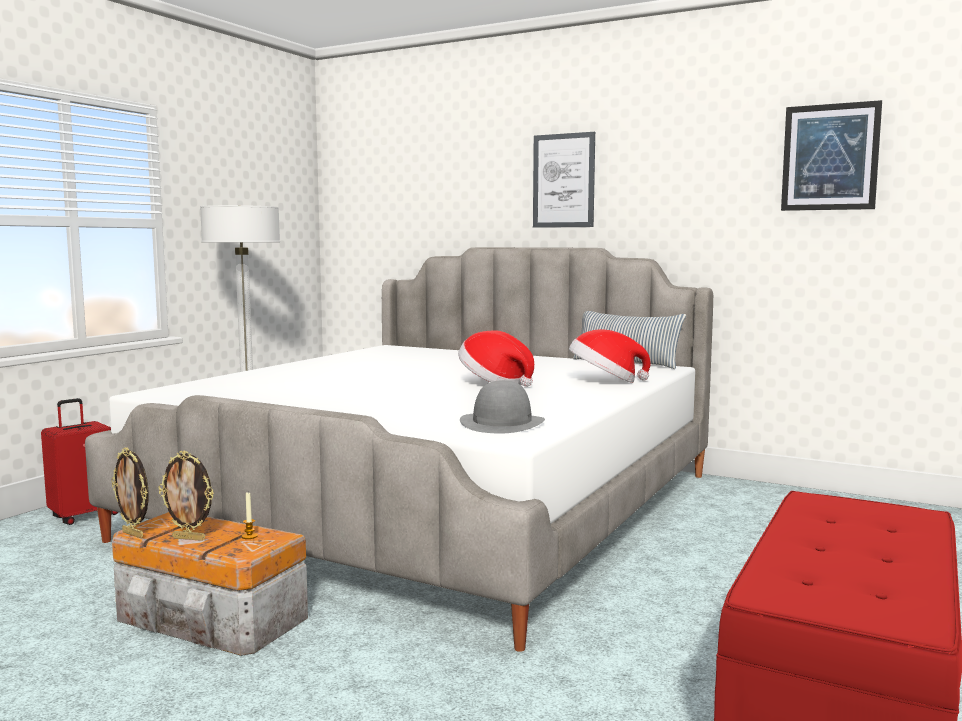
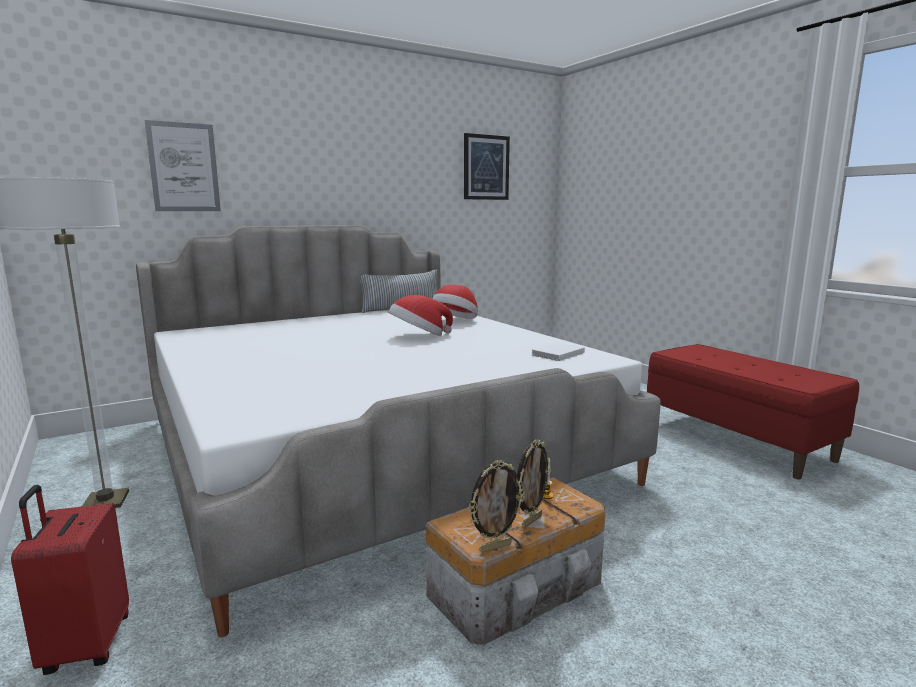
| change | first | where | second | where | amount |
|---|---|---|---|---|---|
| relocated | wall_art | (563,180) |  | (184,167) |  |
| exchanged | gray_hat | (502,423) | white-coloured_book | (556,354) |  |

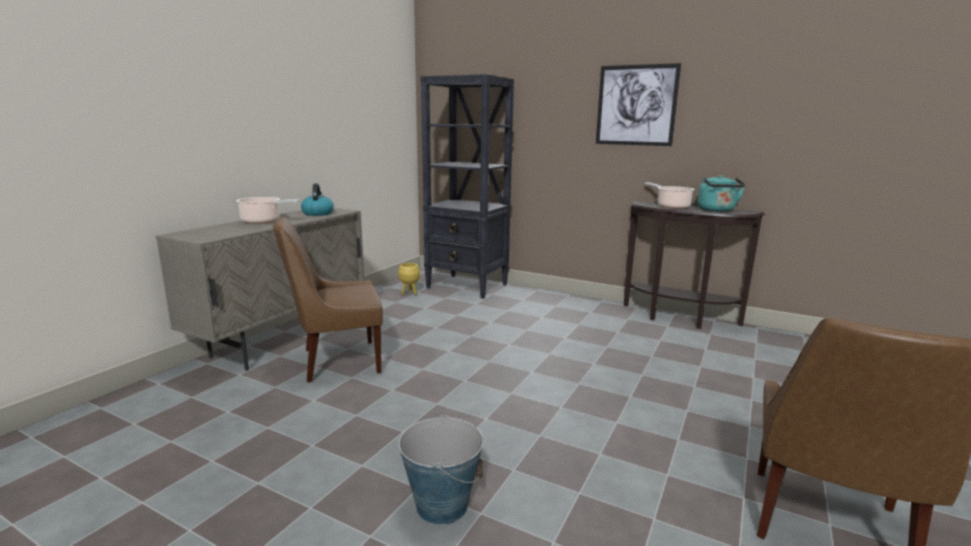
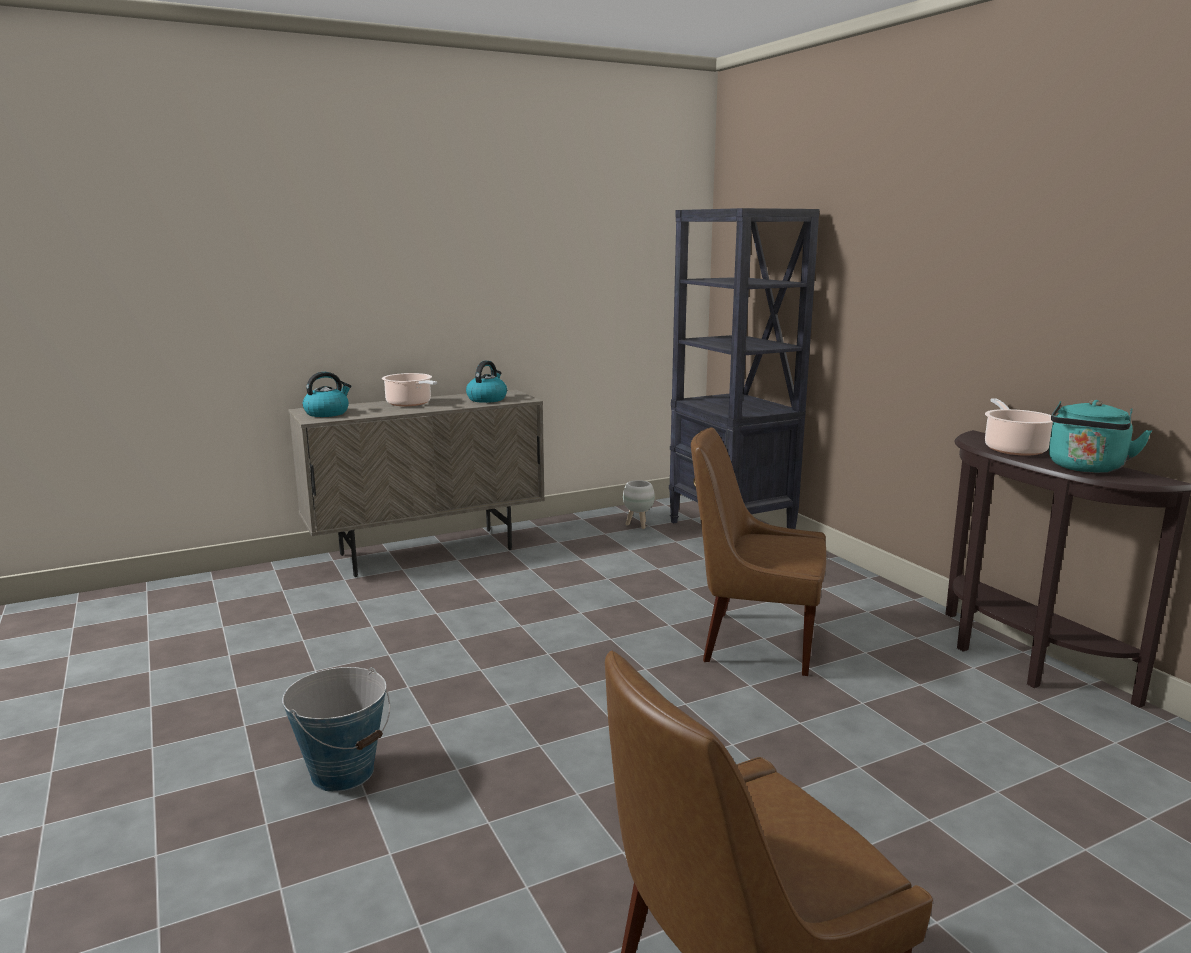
| change | first | where | second | where | amount |
|---|---|---|---|---|---|
| appeared |  |  | tea_kettle | (327,413) |  |
| colour | yellow_planter | (409,293) | white-coloured_planter | (638,525) |  |
| relocated | brown-coloured_upright_chair | (337,361) |  | (754,642) |  |
| missing | wall_art | (636,105) |  |  |  |

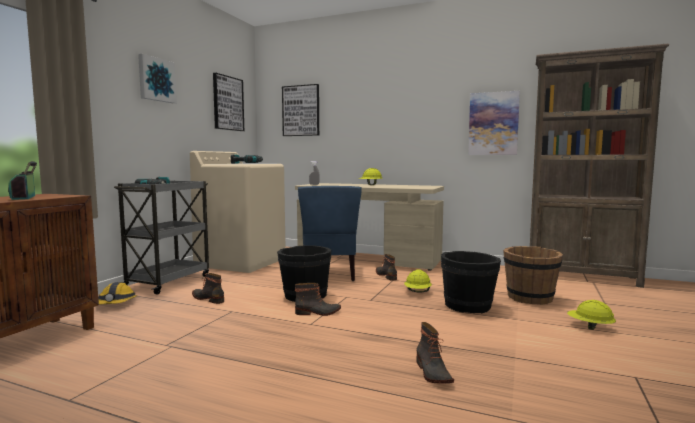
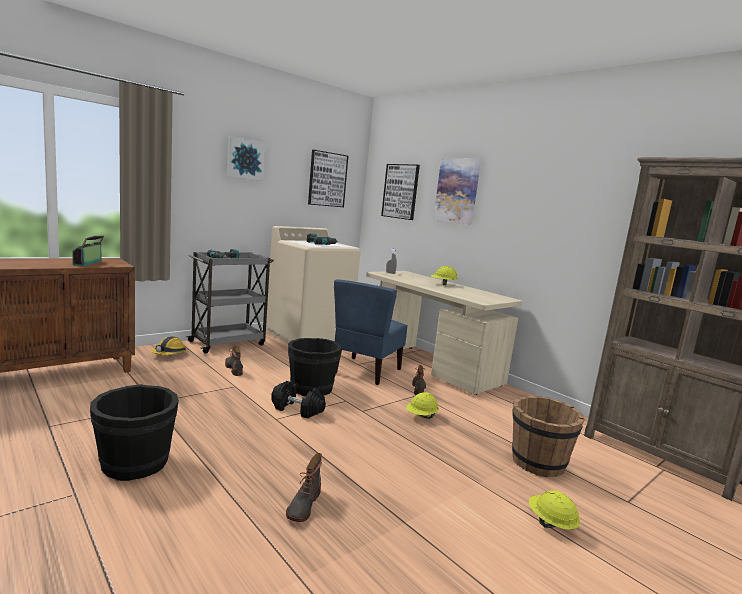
| change | first | where | second | where | amount |
|---|---|---|---|---|---|
| relocated | blackish_water_bucket | (468,306) |  | (135,464) |  |
| exchanged | tall_boot | (318,313) | blackish_free_weight | (297,409) |  |
| relocated | wall_art | (493,124) |  | (457,191) |  |

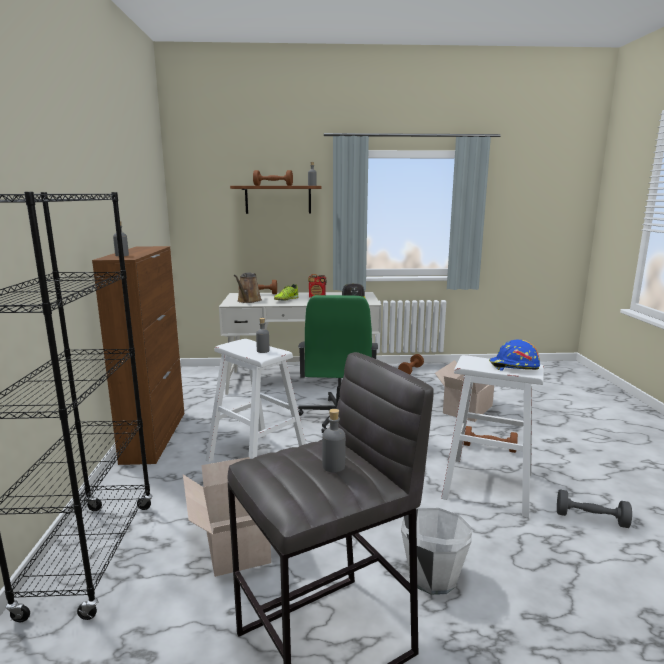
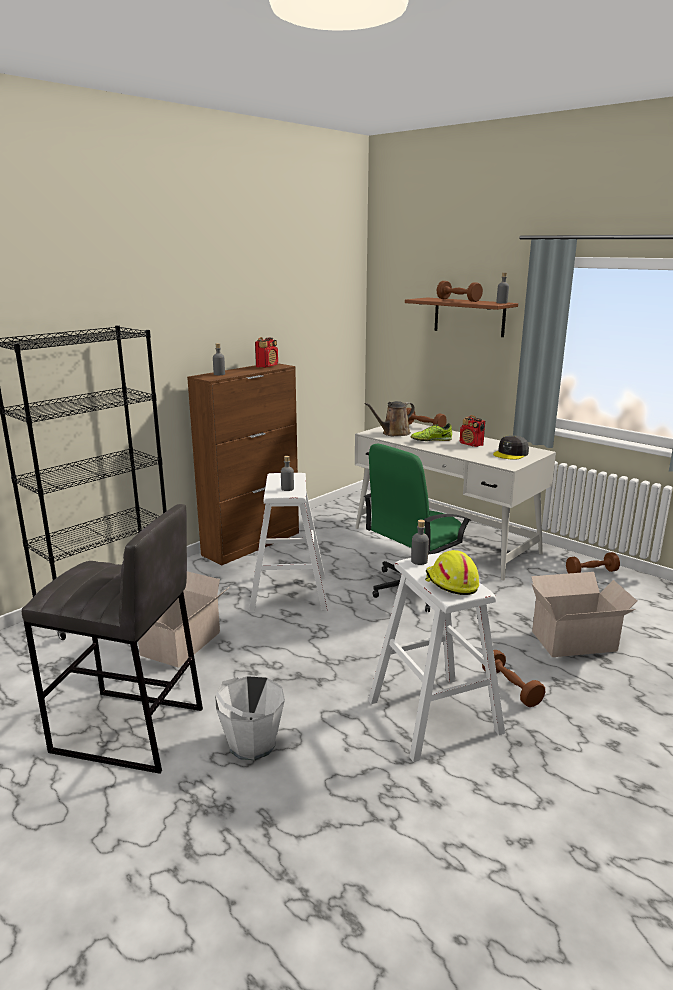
| change | first | where | second | where | amount |
|---|---|---|---|---|---|
| appeared |  |  | radio_set | (267,366) |  |
| relocated | gray_drink_bottle | (333,466) |  | (419,561) |  |
| colour | blue-coloured_work_helmet | (513,367) | yellow_work_helmet | (450,583) |  |
| missing | gray_free_weight | (591,519) |  |  |  |

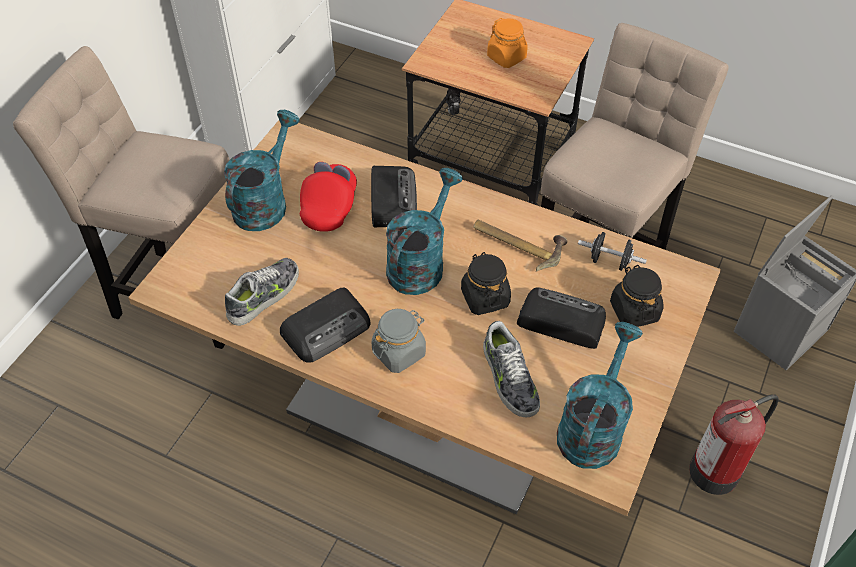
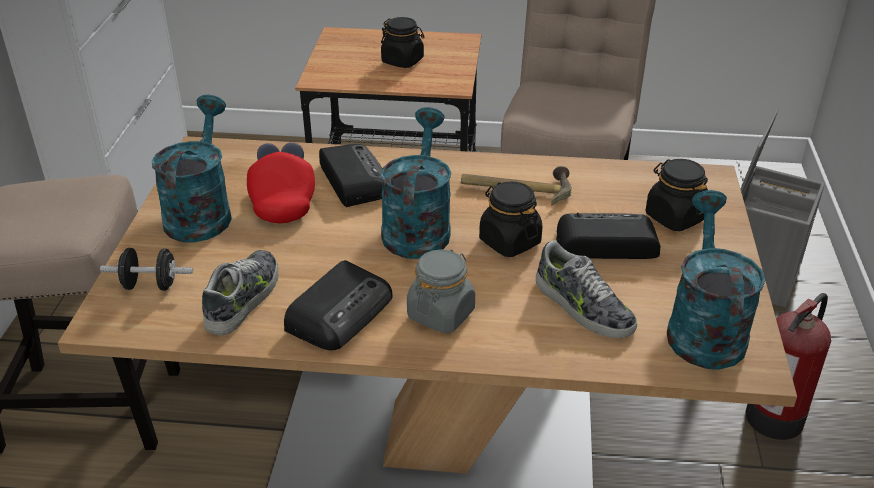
| change | first | where | second | where | amount |
|---|---|---|---|---|---|
| relocated | blackish_free_weight | (609,261) |  | (150,285) |  |
| colour | orange_jar | (507,57) | blackish_jar | (403,61) |  |

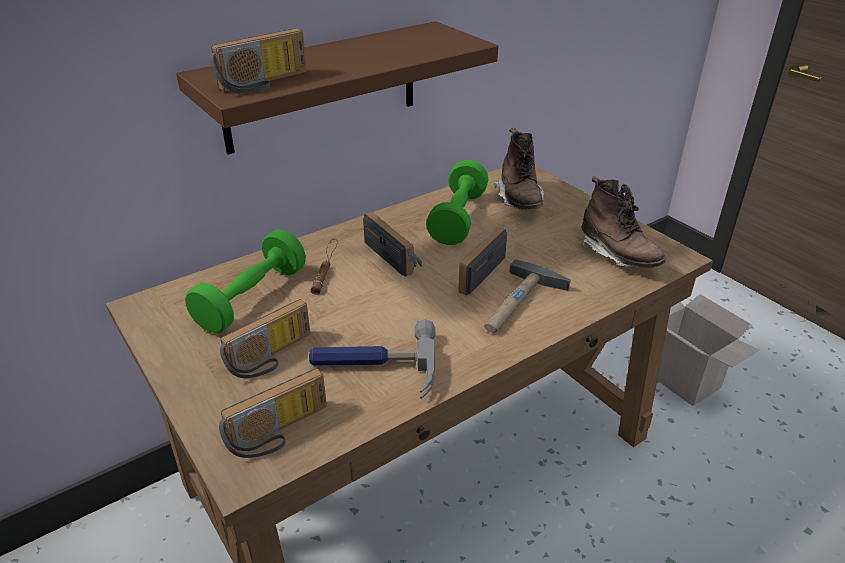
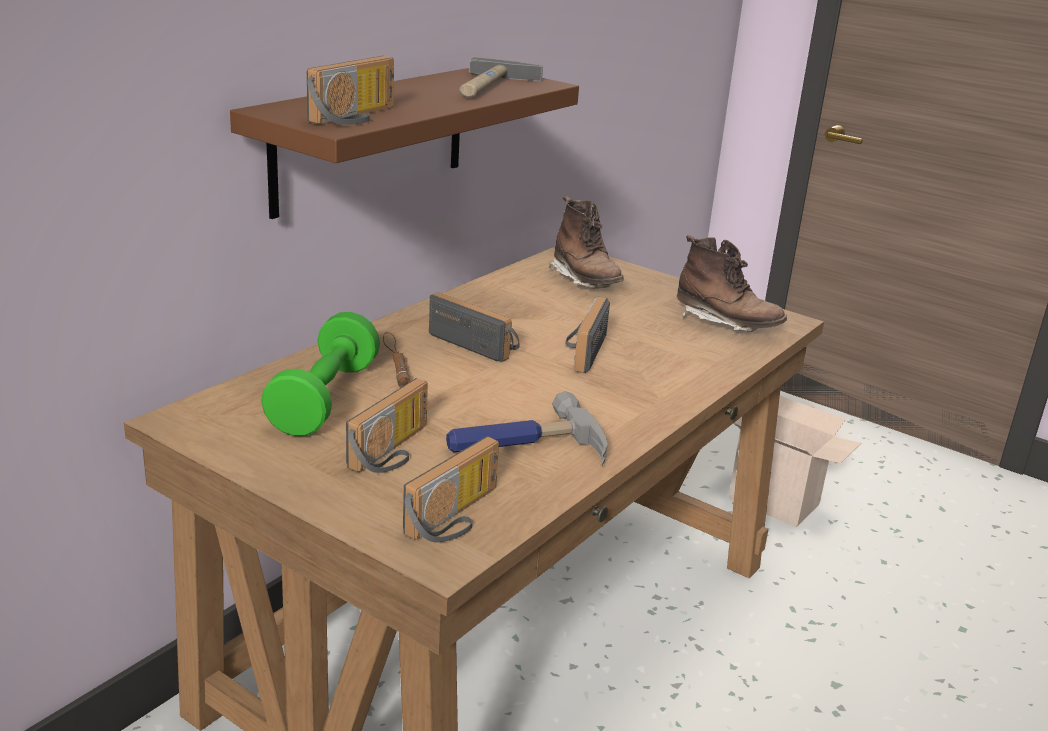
| change | first | where | second | where | amount |
|---|---|---|---|---|---|
| relocated | hand_hammer | (519,304) |  | (490,86) |  |
| missing | greenish_free_weight | (458,218) |  |  |  |

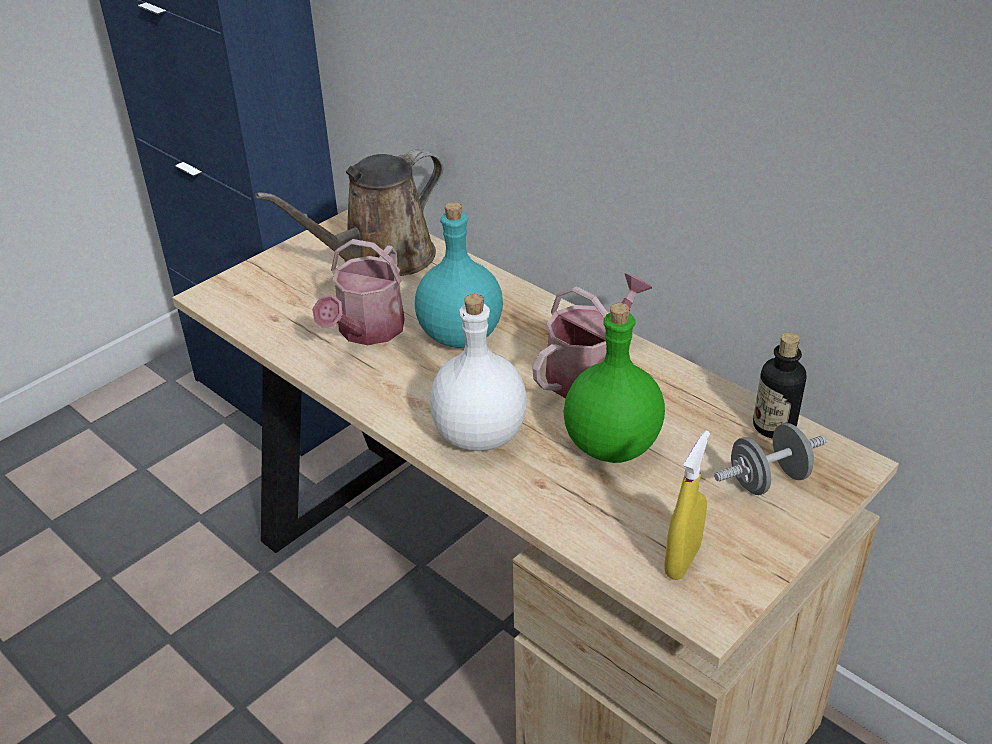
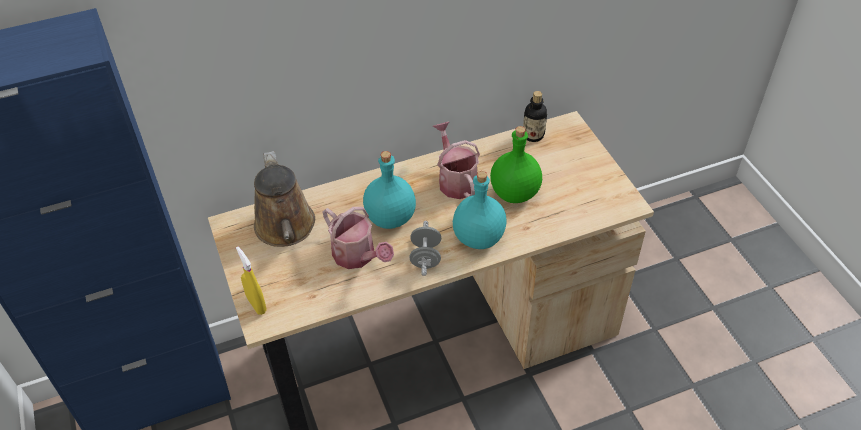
| change | first | where | second | where | amount |
|---|---|---|---|---|---|
| relocated | yellow_hand_sprayer | (682,561) |  | (256,305) |  |
| relocated | gray_free_weight | (767,480) |  | (425,257) |  |
| colour | white-coloured_drink_bottle | (479,436) | turquoise_drink_bottle | (479,238) |  |

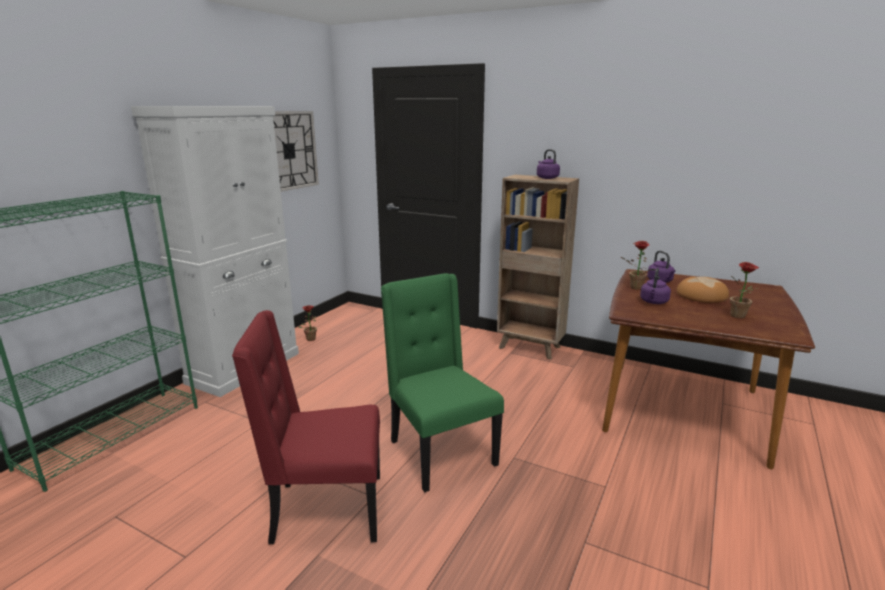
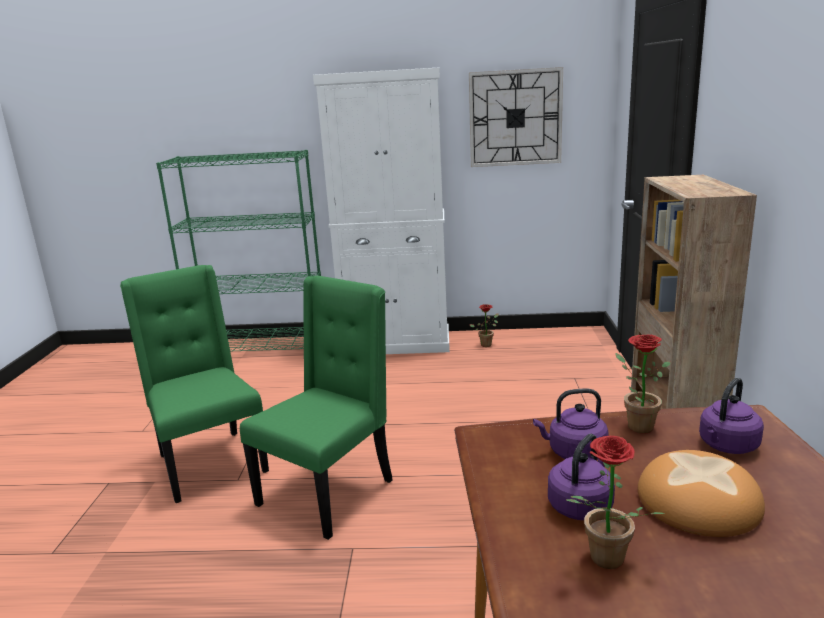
| change | first | where | second | where | amount |
|---|---|---|---|---|---|
| colour | red_upright_chair | (325,510) | greenish_upright_chair | (209,463) |  |
| relocated | purplish_tea_kettle | (546,178) |  | (581,505) |  |

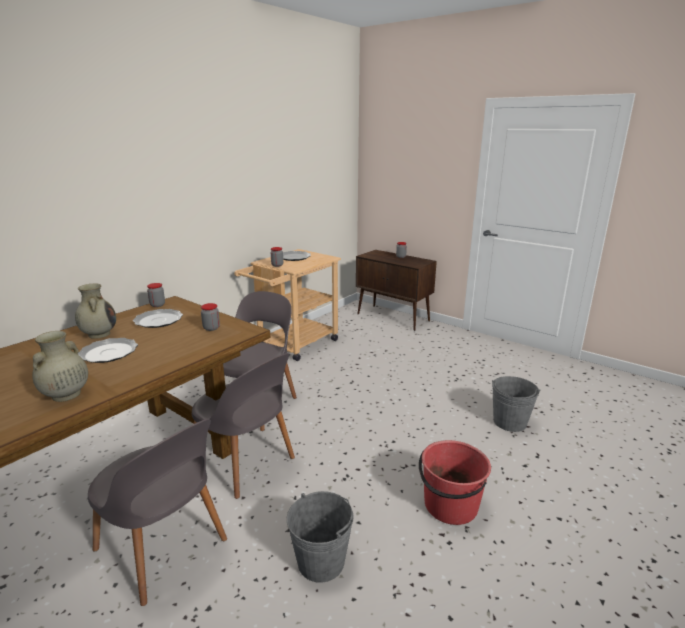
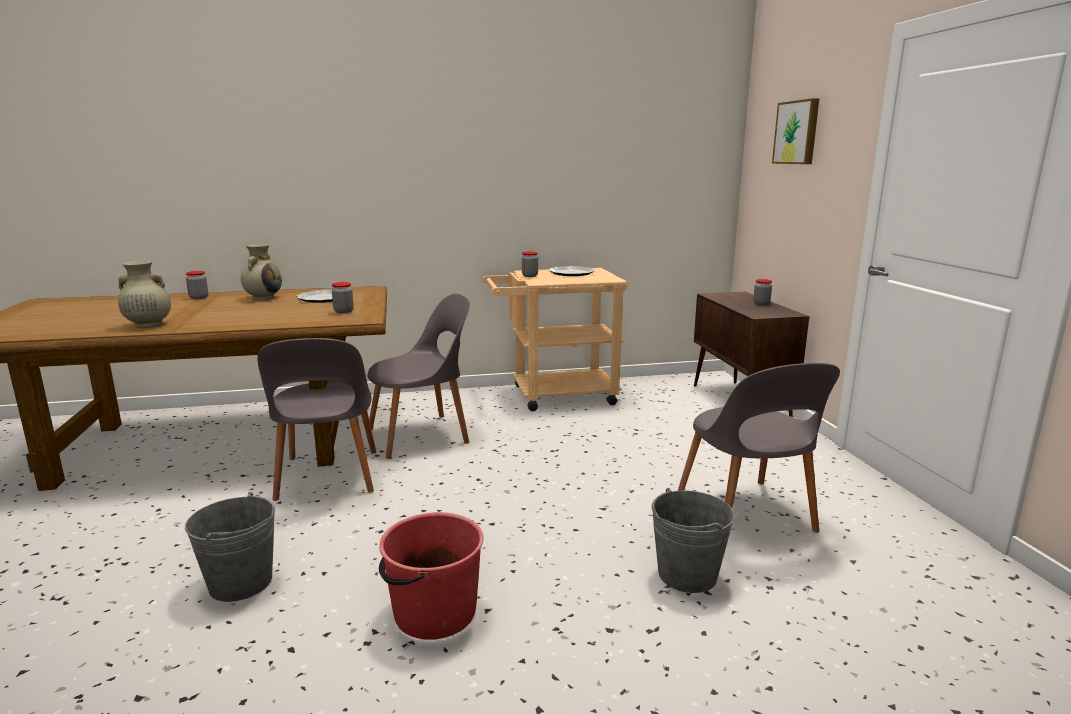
| change | first | where | second | where | amount |
|---|---|---|---|---|---|
| relocated | jar | (157,305) |  | (199,298) |  |
| relocated | gray_upright_chair | (163,548) |  | (746,514) |  |
| appeared |  |  | wall_art | (797,132) |  |
| missing | dinner_plate | (109,352) |  |  |  |

